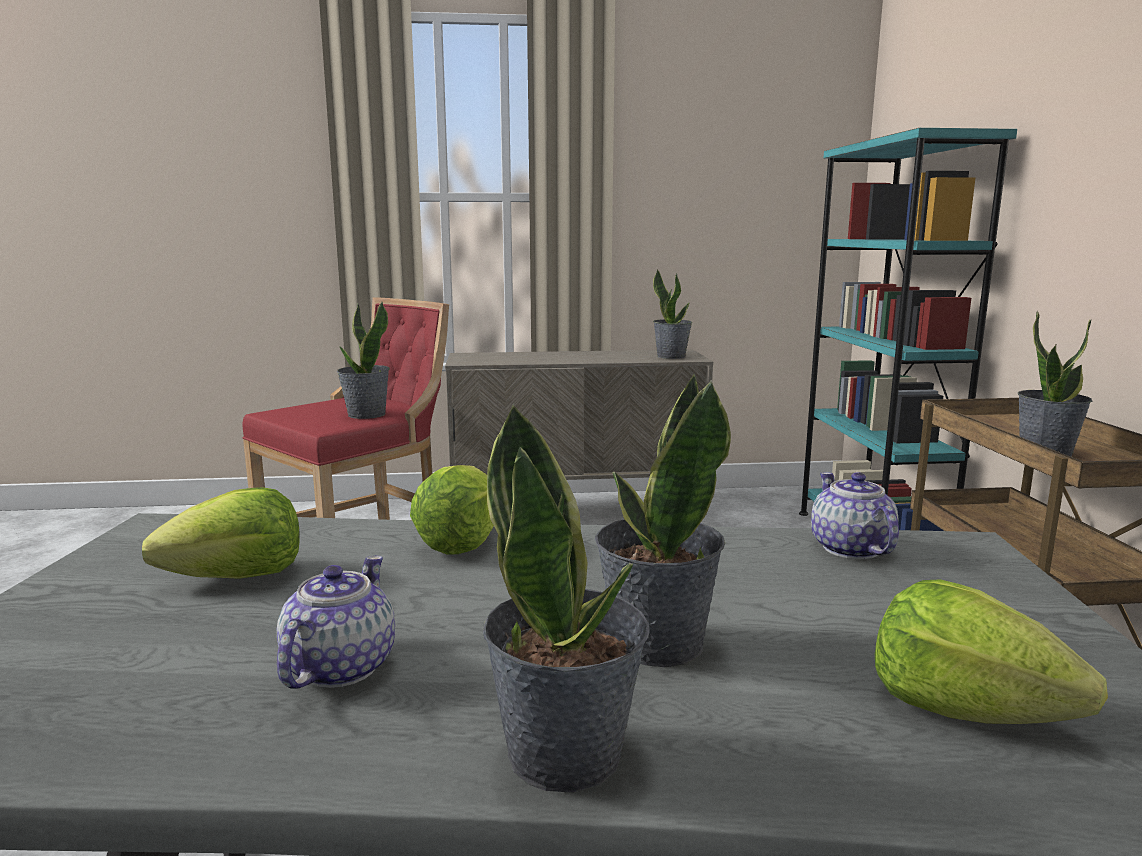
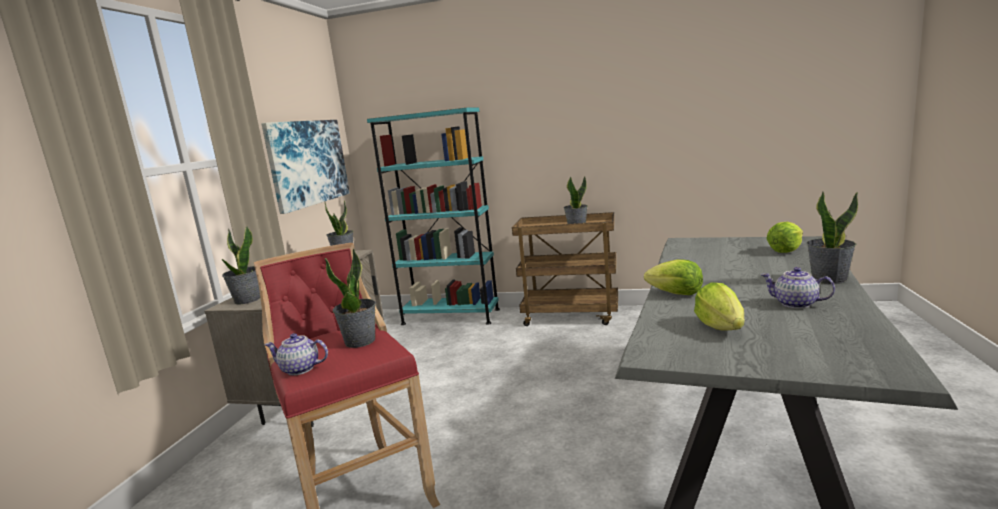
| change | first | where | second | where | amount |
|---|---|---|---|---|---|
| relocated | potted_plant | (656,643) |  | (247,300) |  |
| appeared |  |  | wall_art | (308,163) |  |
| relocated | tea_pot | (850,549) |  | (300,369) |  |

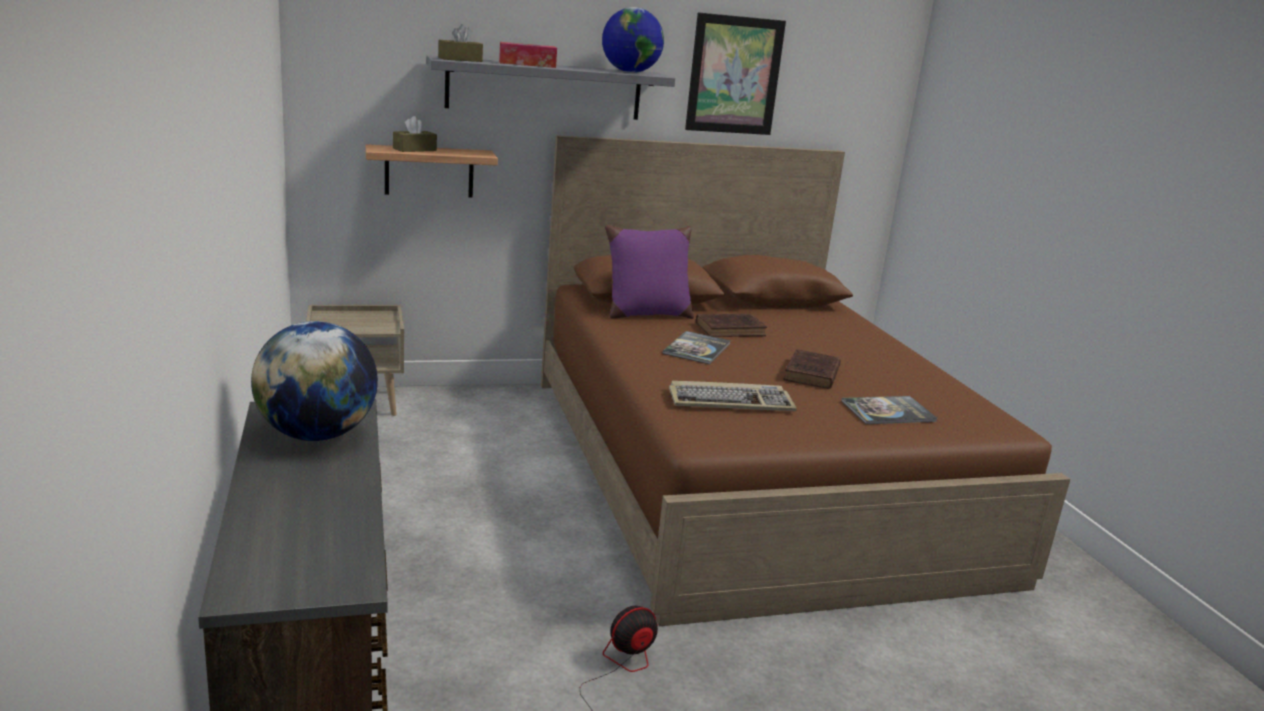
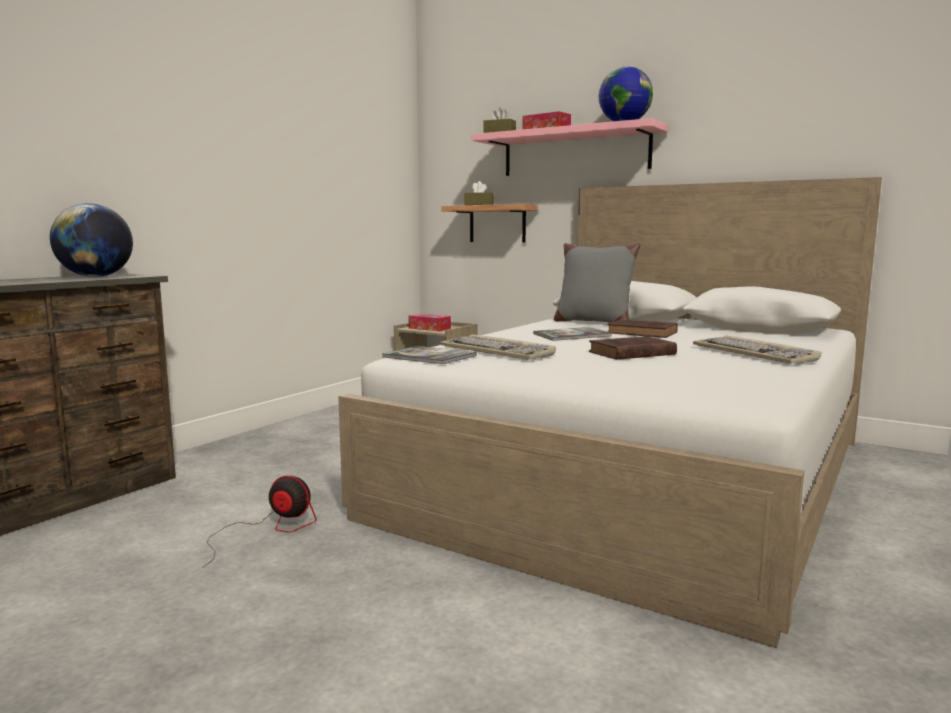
| change | first | where | second | where | amount |
|---|---|---|---|---|---|
| colour | brown-coloured_bed | (749,470) | white-coloured_bed | (638,475) |  |
| relocated | book | (888,412) |  | (429,357) |  |
| appeared |  |  | tissue_box | (429,328) |  |
| colour | gray_wall_shelf | (545,89) | pink_wall_shelf | (575,152) |  |
| colour | purplish_throw_pillow | (646,314) | gray_throw_pillow | (593,323) |  |
| appeared |  |  | keyboard | (755,354) |  |
| missing | wall_art | (734,75) |  |  |  |

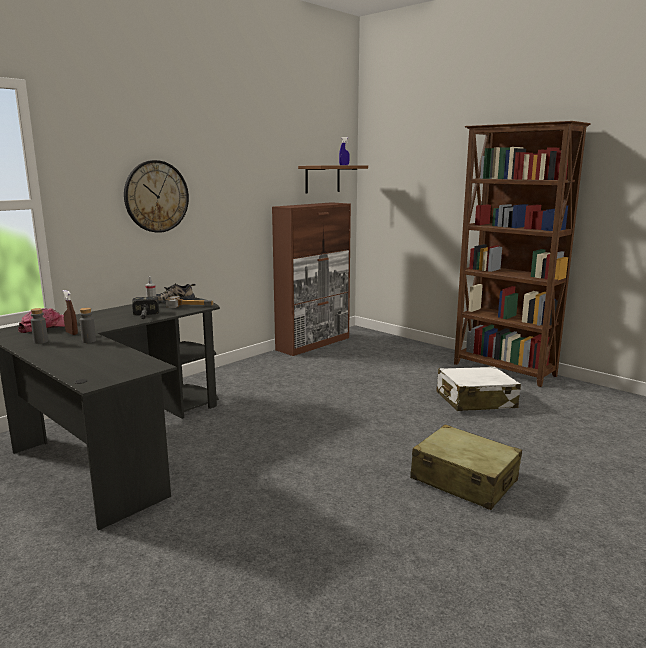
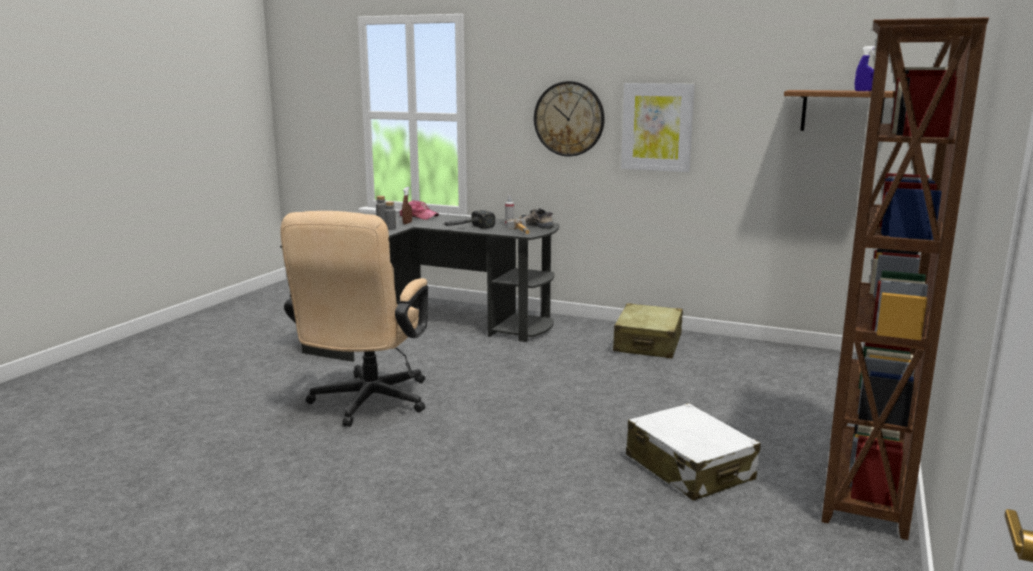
| change | first | where | second | where | amount |
|---|---|---|---|---|---|
| appeared |  |  | sand-coloured_office_chair | (366,405) |  |
| relocated | sand-coloured_piece_of_luggage | (464,480) |  | (648,343) |  |
| appeared |  |  | wall_art | (657,127) |  |
| missing | brown-coloured_cupboard | (313,343) |  |  |  |

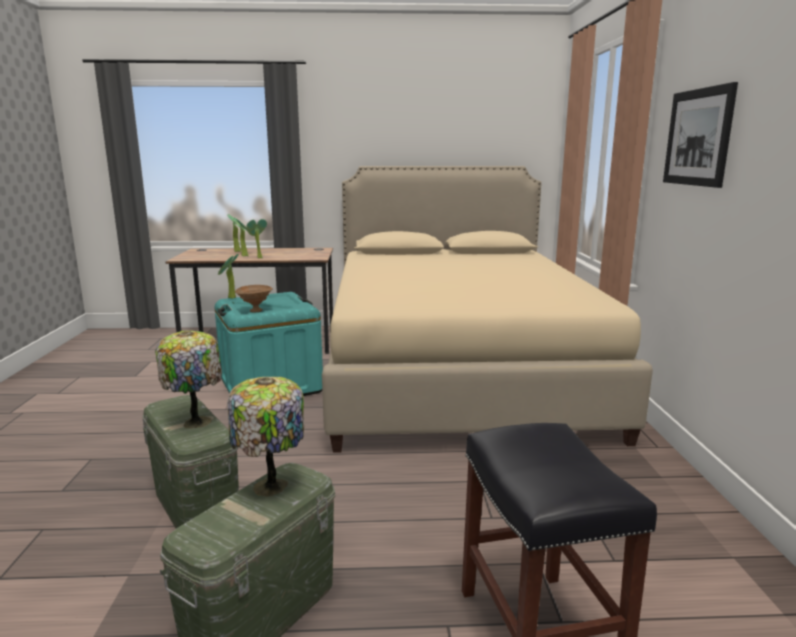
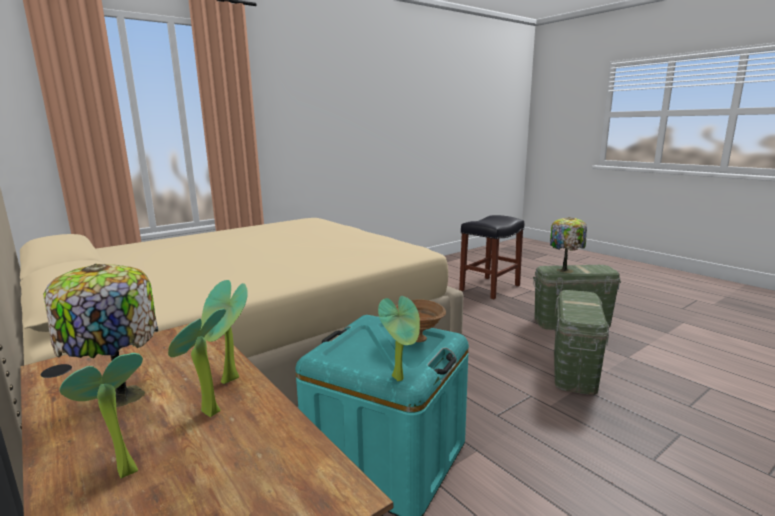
| change | first | where | second | where | amount |
|---|---|---|---|---|---|
| relocated | lamp_for_a_table | (196,421) |  | (119,398) |  |
| missing | wall_art | (698,137) |  |  |  |

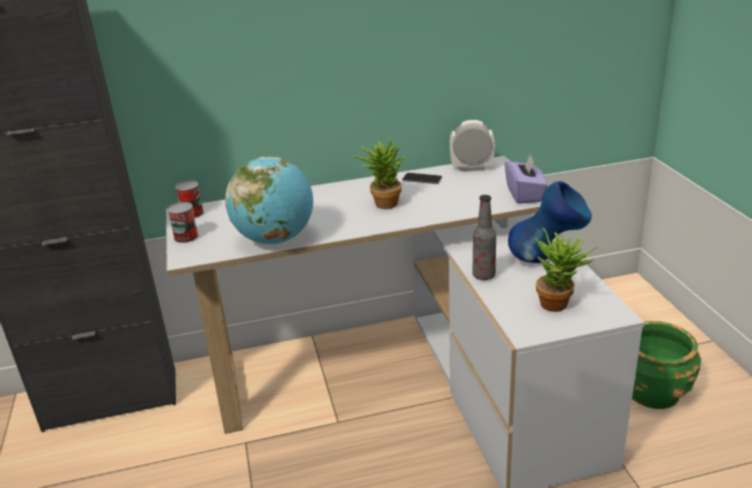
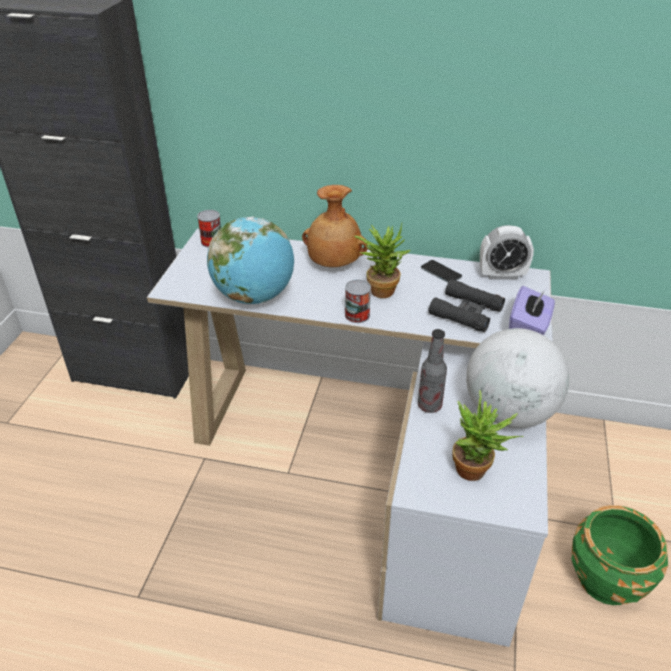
| change | first | where | second | where | amount |
|---|---|---|---|---|---|
| appeared |  |  | brown-coloured_flower_vase | (334,264) |  |
| relocated | sealed_can | (186,237) |  | (357,315) |  |
| appeared |  |  | blackish_field_glasses | (466,312) |  |
| exchanged | blue-coloured_flower_vase | (547,260) | desk_globe | (509,412) |  |
| spun | table_clock | (471,168) |  | (502,275) | 150 degrees clockwise |

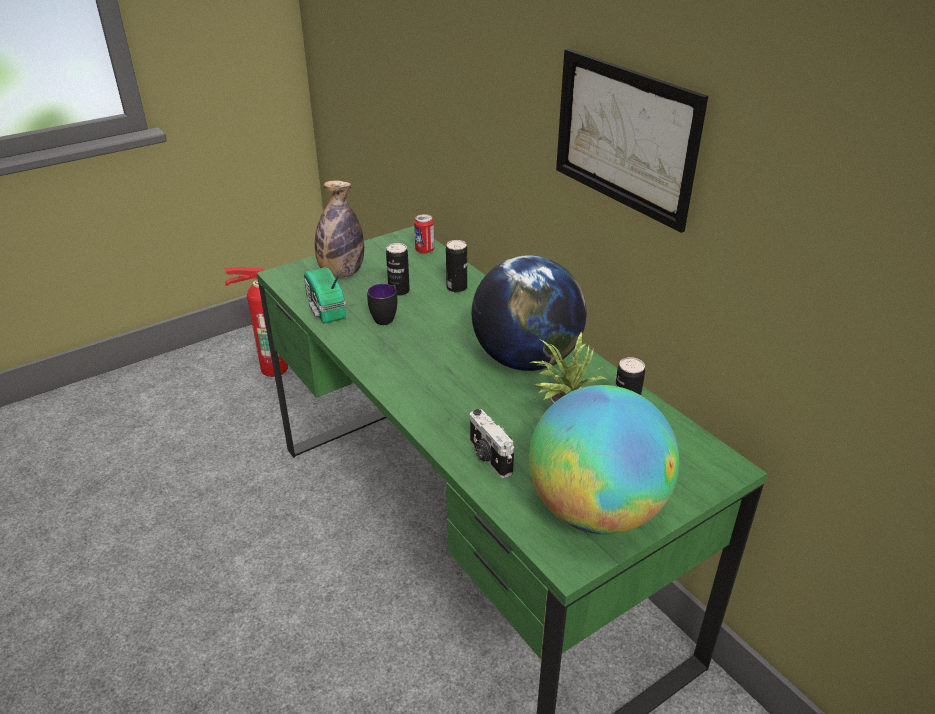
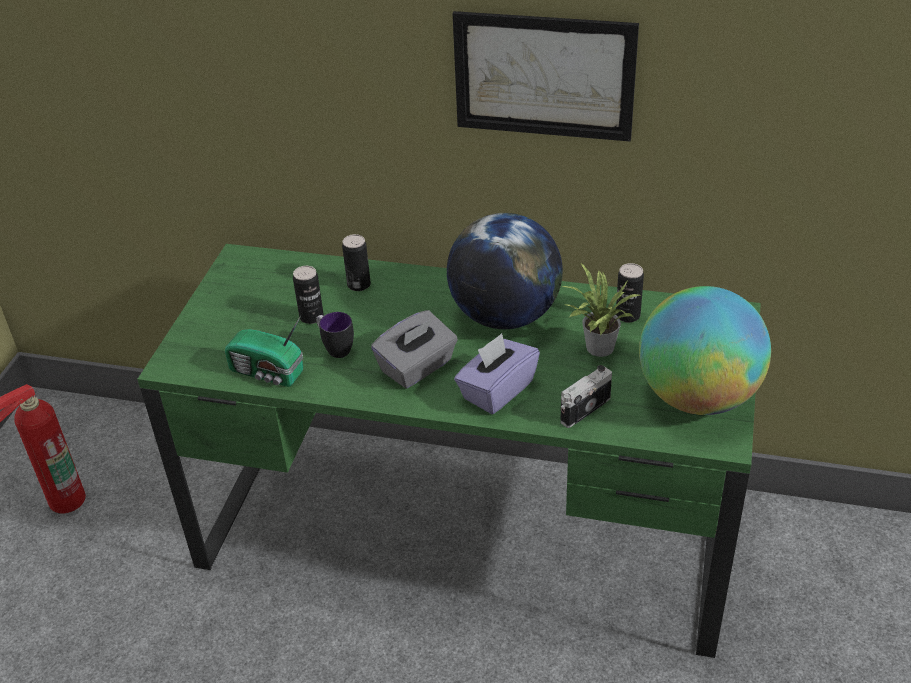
| change | first | where | second | where | amount |
|---|---|---|---|---|---|
| appeared |  |  | gray_tissue_box | (417,367) |  |
| appeared |  |  | purplish_tissue_box | (497,390) |  |
| spun | photo_camera | (488,457) |  | (583,408) | 120 degrees clockwise |
| missing | drink_bottle | (341,273) |  |  |  |
| missing | sealed_can | (424,250) |  |  |  |

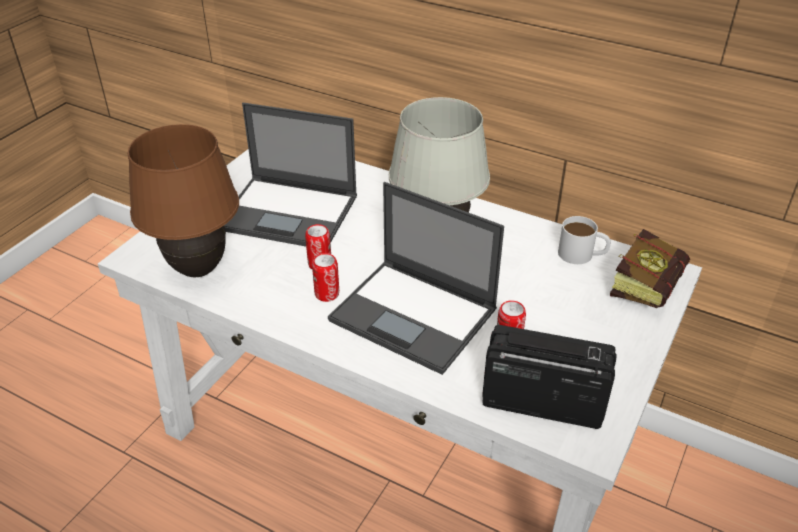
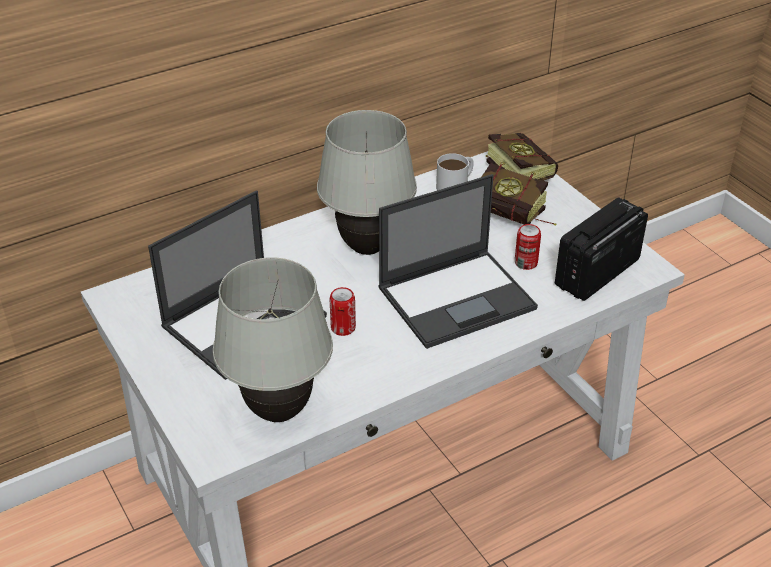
| change | first | where | second | where | amount |
|---|---|---|---|---|---|
| colour | brown-coloured_lamp_for_a_table | (197,269) | white-coloured_lamp_for_a_table | (278,412) |  |
| appeared |  |  | book | (513,218) |  |
| missing | sealed_can | (327,294) |  |  |  |

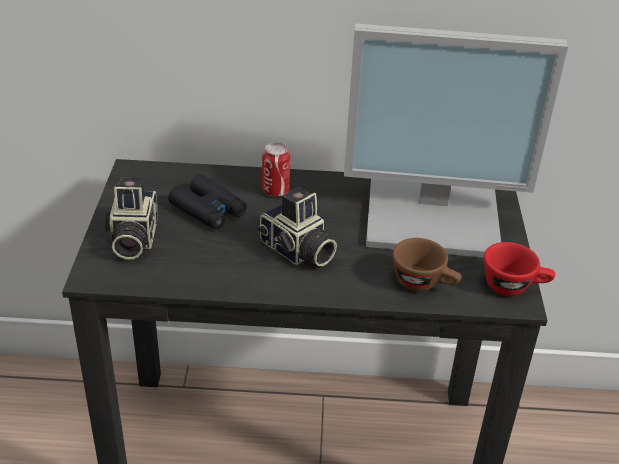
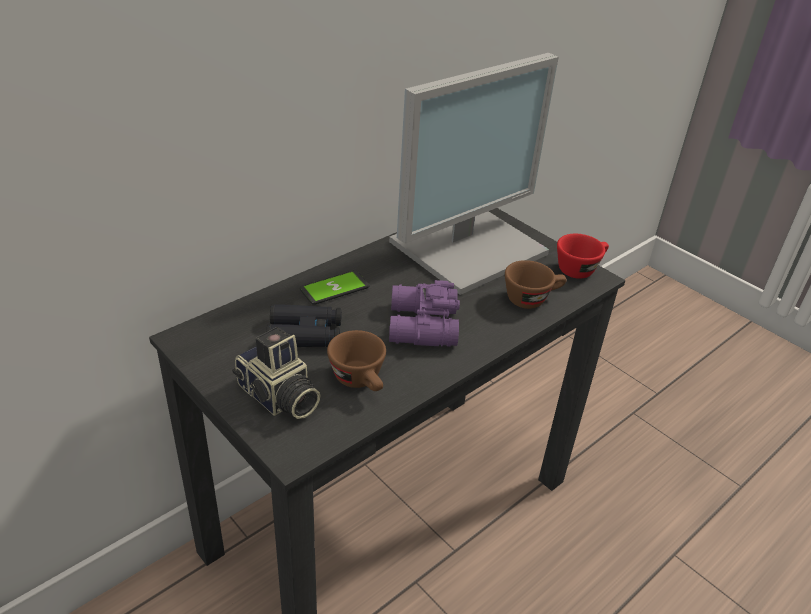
| change | first | where | second | where | amount |
|---|---|---|---|---|---|
| exchanged | sealed_can | (275,191) | phone | (334,288) |  |
| appeared |  |  | brown-coloured_cup | (361,381) |  |
| exchanged | photo_camera | (296,251) | purplish_field_glasses | (420,327) |  |

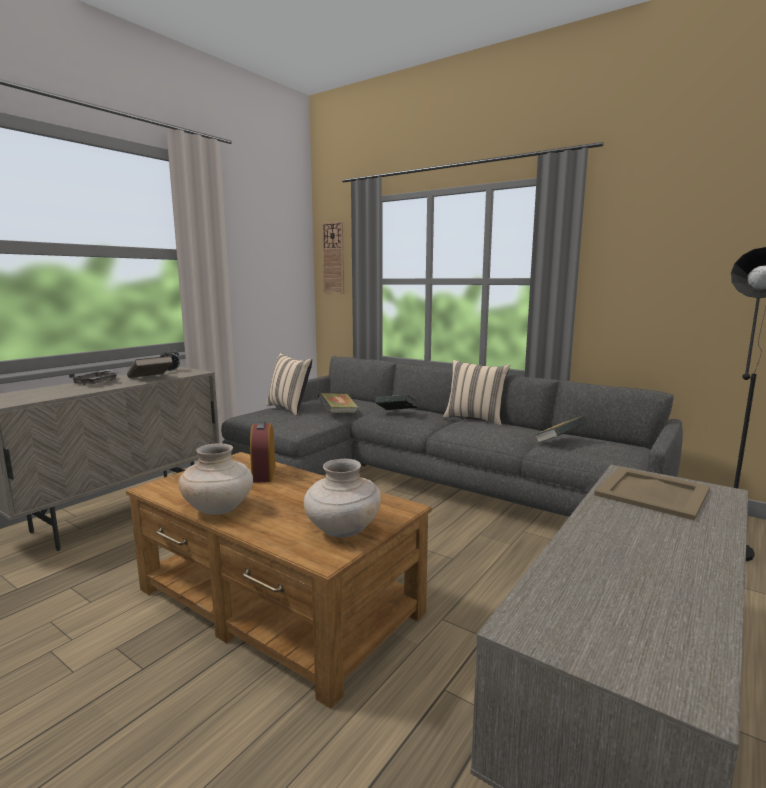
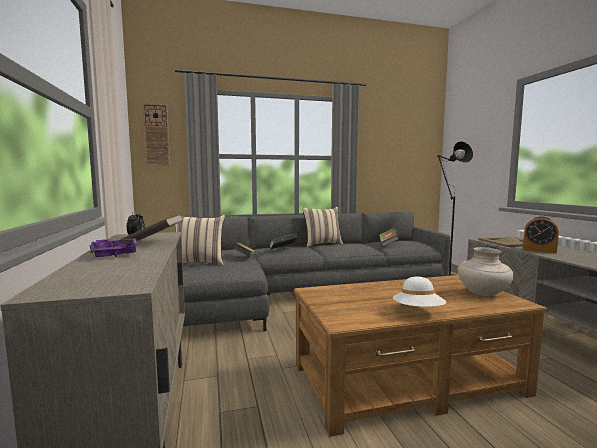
| change | first | where | second | where | amount |
|---|---|---|---|---|---|
| colour | gray_serving_tray | (98,382) | purplish_serving_tray | (114,254) |  |
| exchanged | sand-coloured_flower_vase | (219,509) | white-coloured_hat | (418,311) |  |
| relocated | table_clock | (264,474) |  | (539,250) |  |

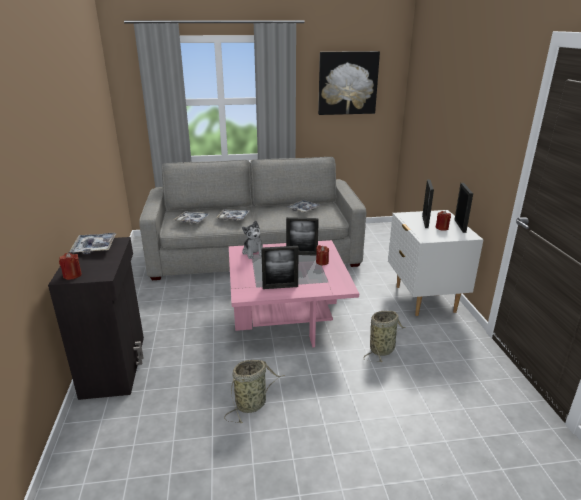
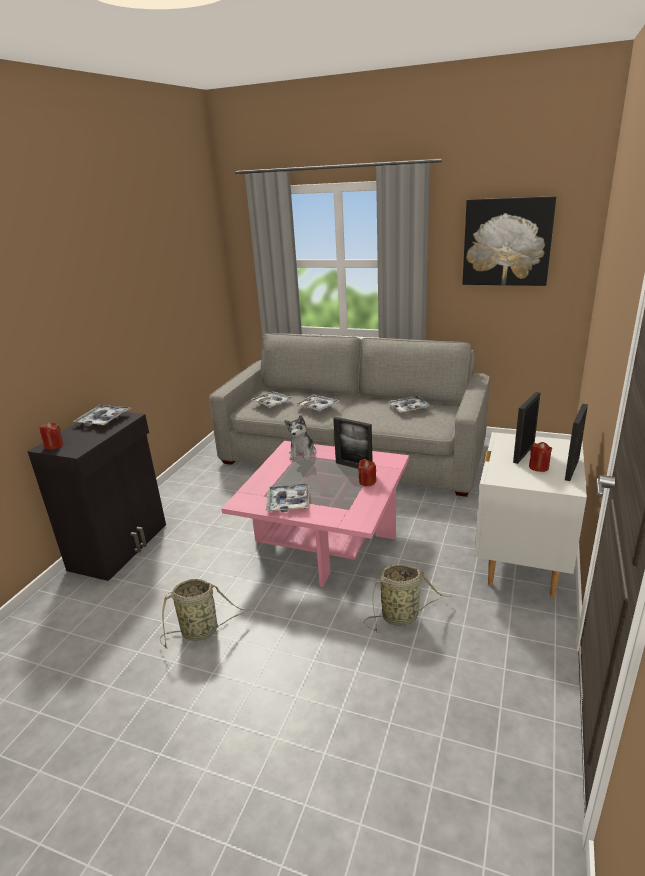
| change | first | where | second | where | amount |
|---|---|---|---|---|---|
| exchanged | photo_frame | (280,287) | serving_tray | (288,502) |  |

